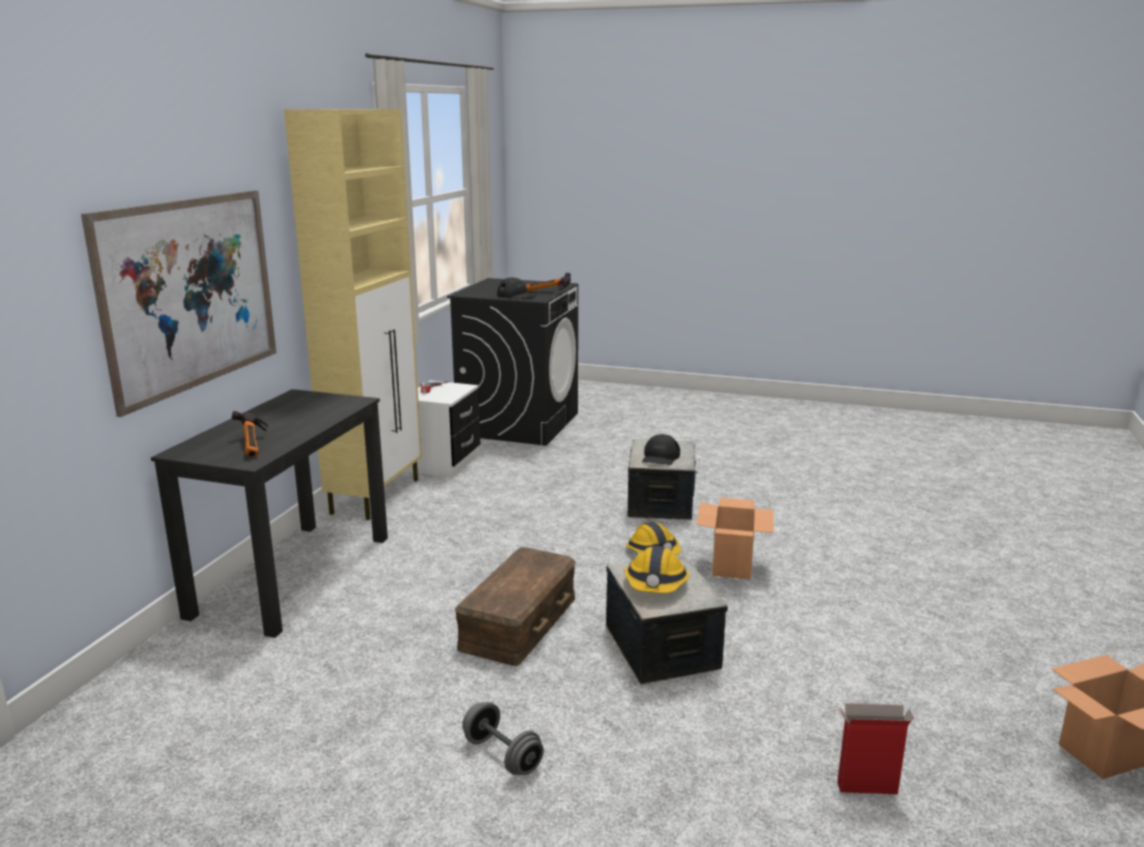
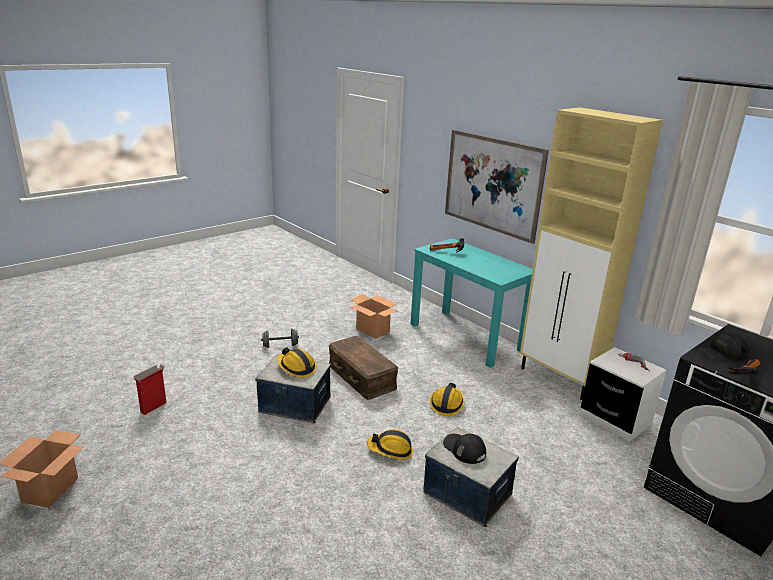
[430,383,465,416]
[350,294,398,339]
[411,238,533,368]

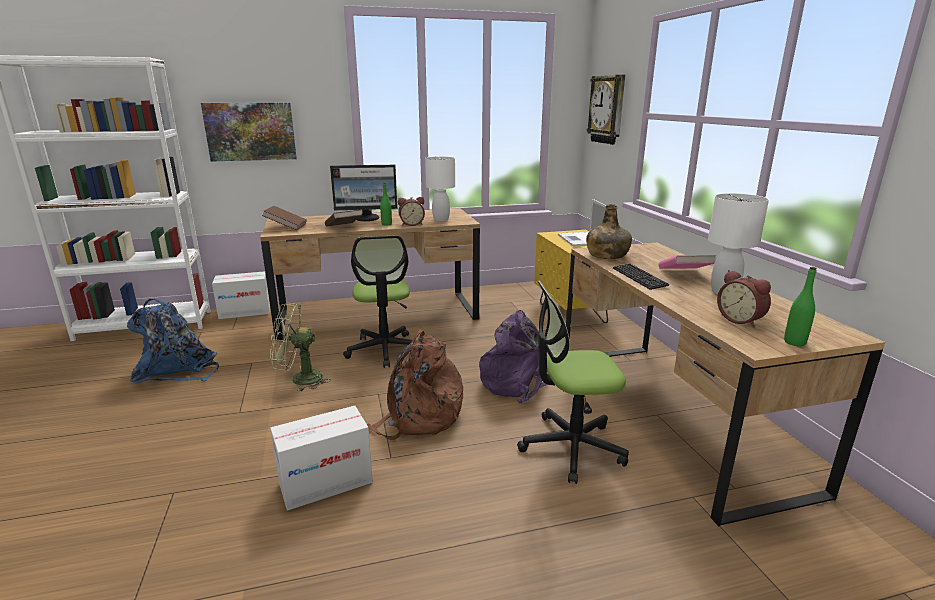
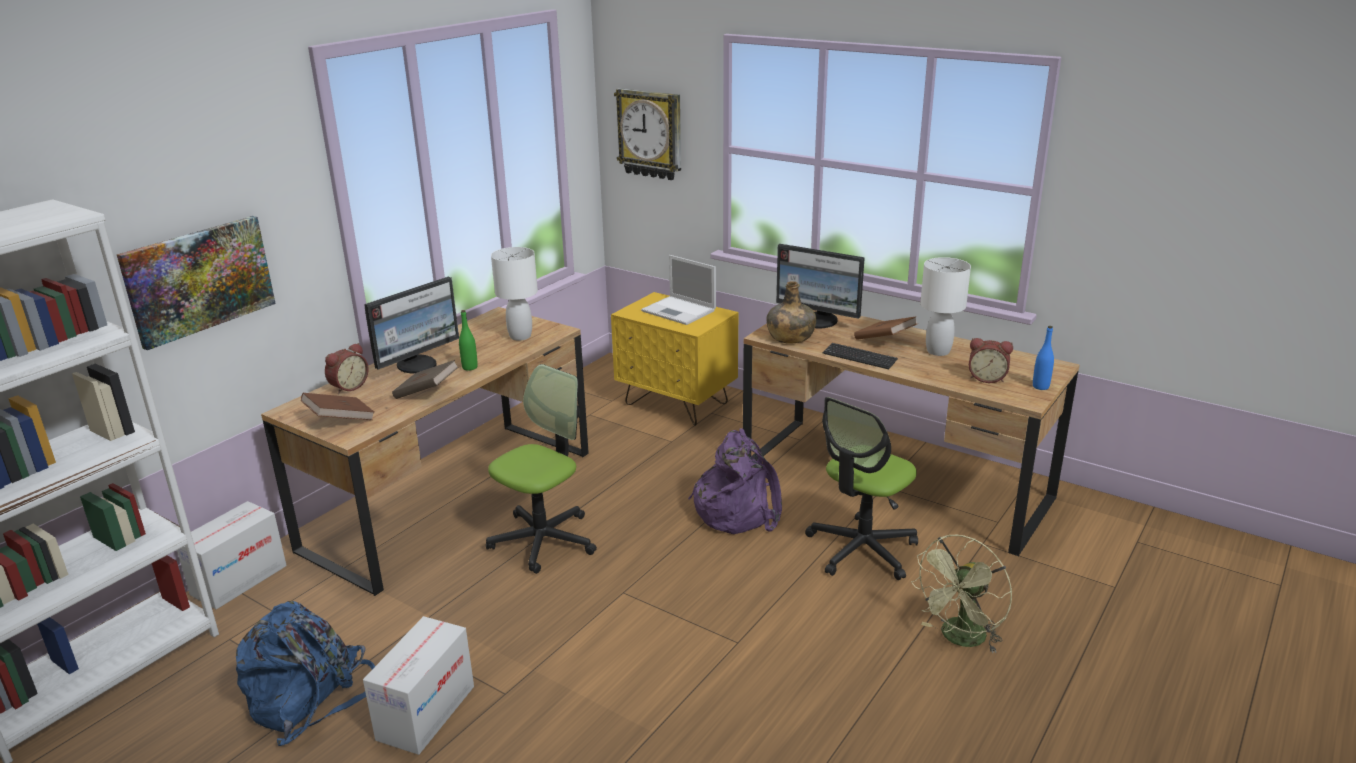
[367,329,463,440] (first image)
[776,244,865,329]
[911,535,1012,653]
[363,616,474,755]
[325,343,369,394]
[854,316,917,340]
[1033,326,1054,390]
[486,364,597,574]

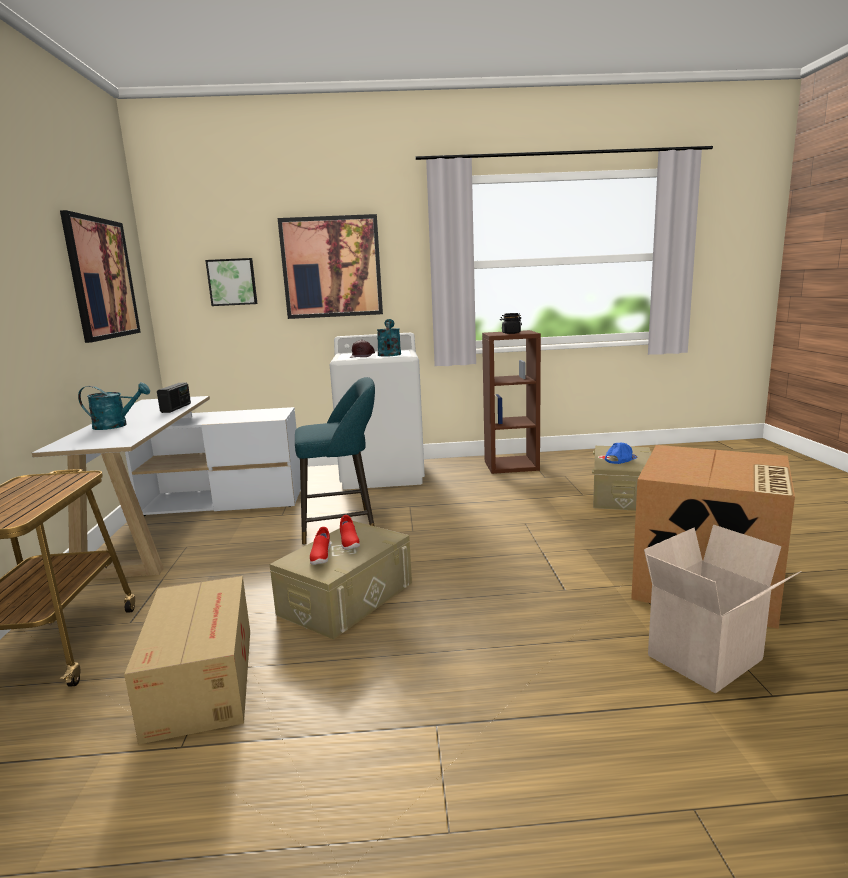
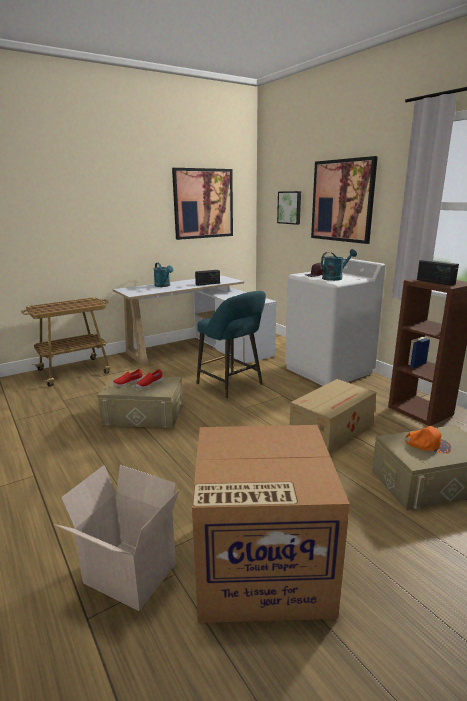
[290,379,376,454]
[417,260,459,286]
[405,426,452,454]

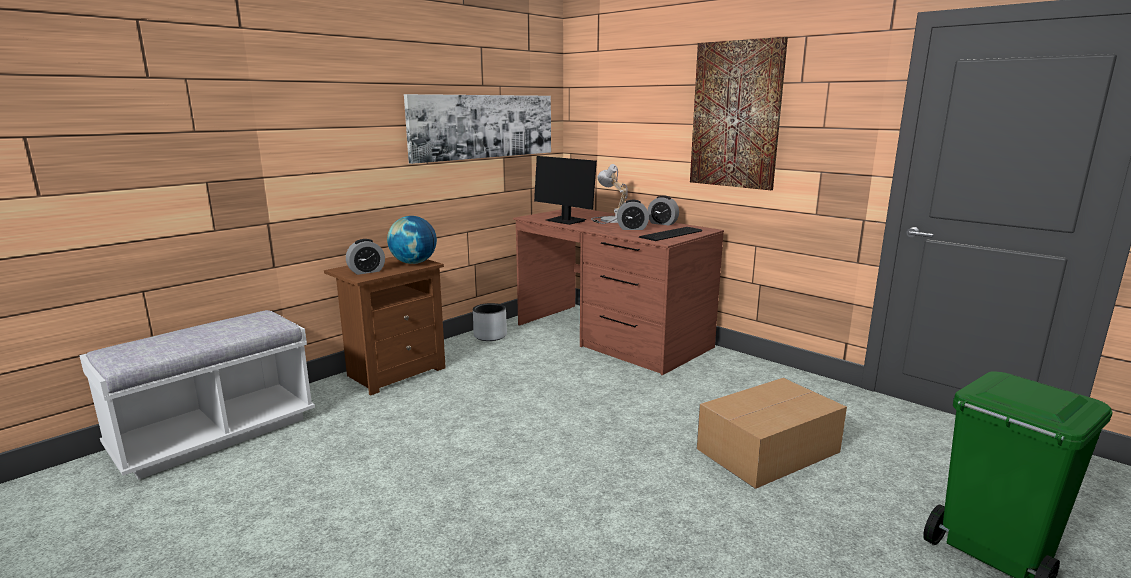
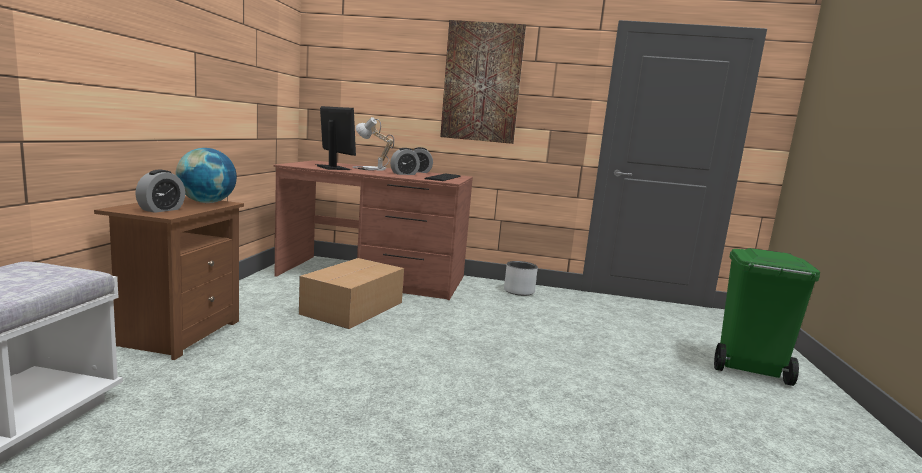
[404,94,551,164] (first image)
[504,261,538,296]
[299,258,404,329]
[316,106,356,170]

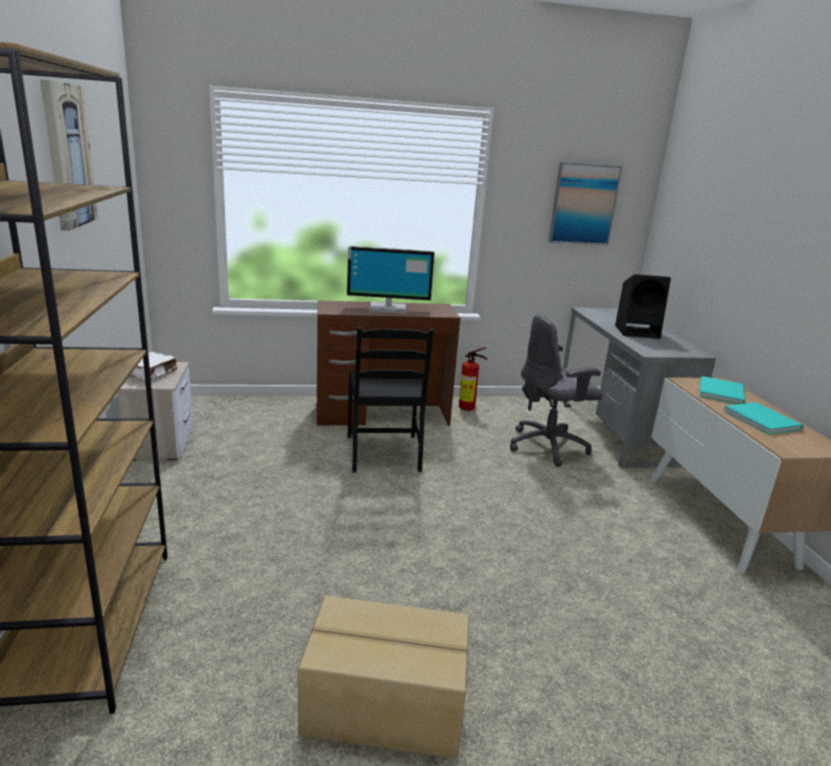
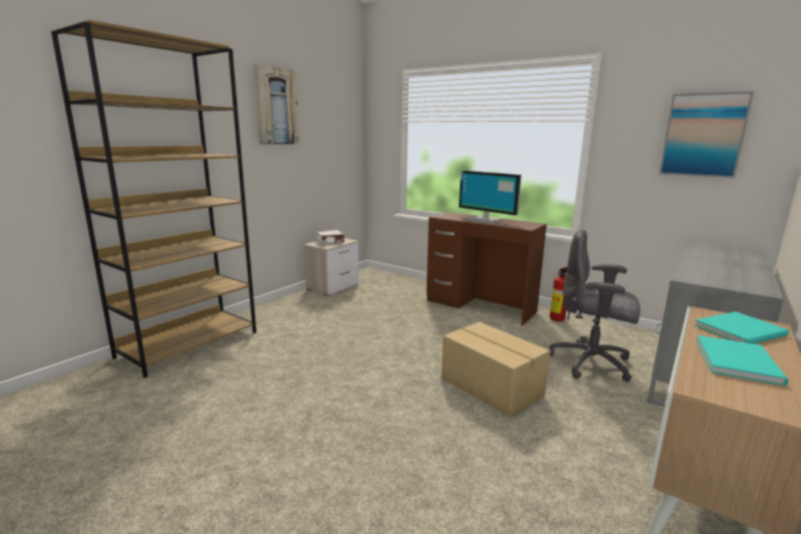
[348,327,434,473] (first image)
[615,274,671,339] (first image)
[441,322,550,417]

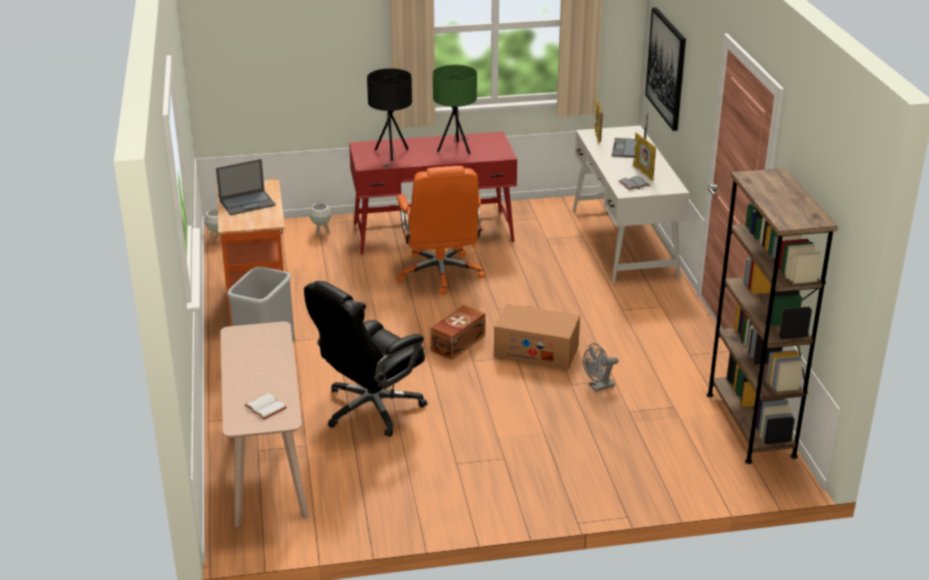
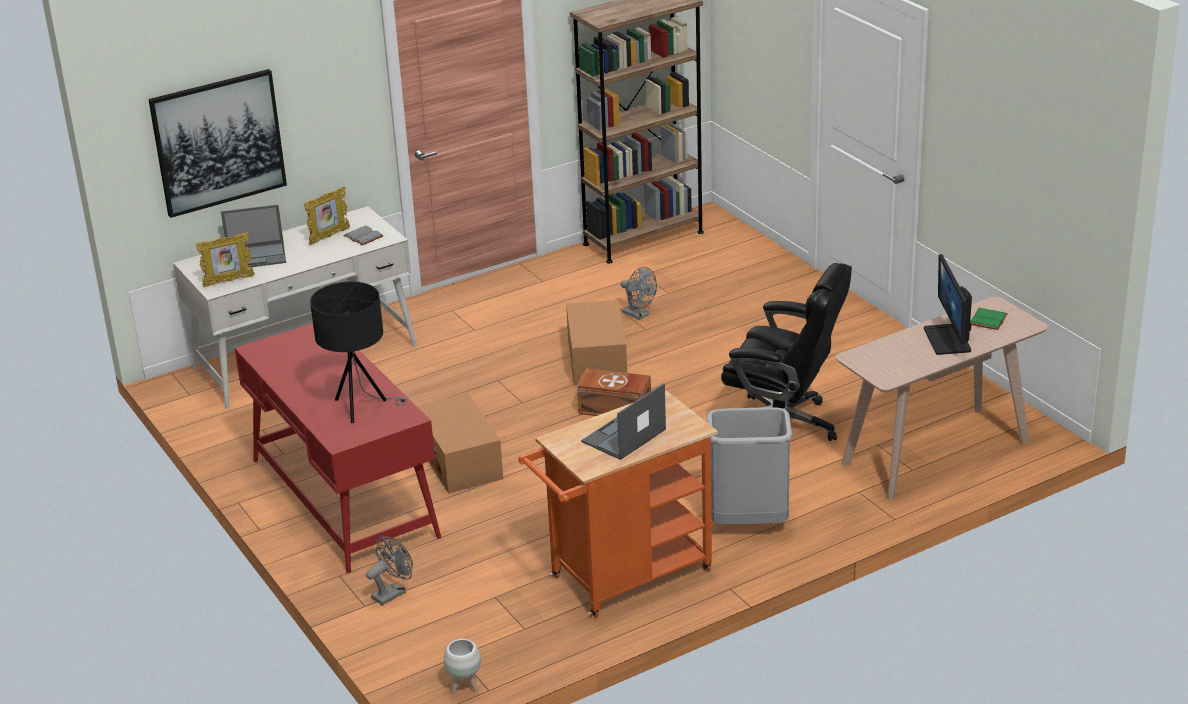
[433,65,477,154] (first image)
[924,254,972,355]
[366,535,413,605]
[417,393,503,494]
[970,308,1008,330]
[581,383,666,460]

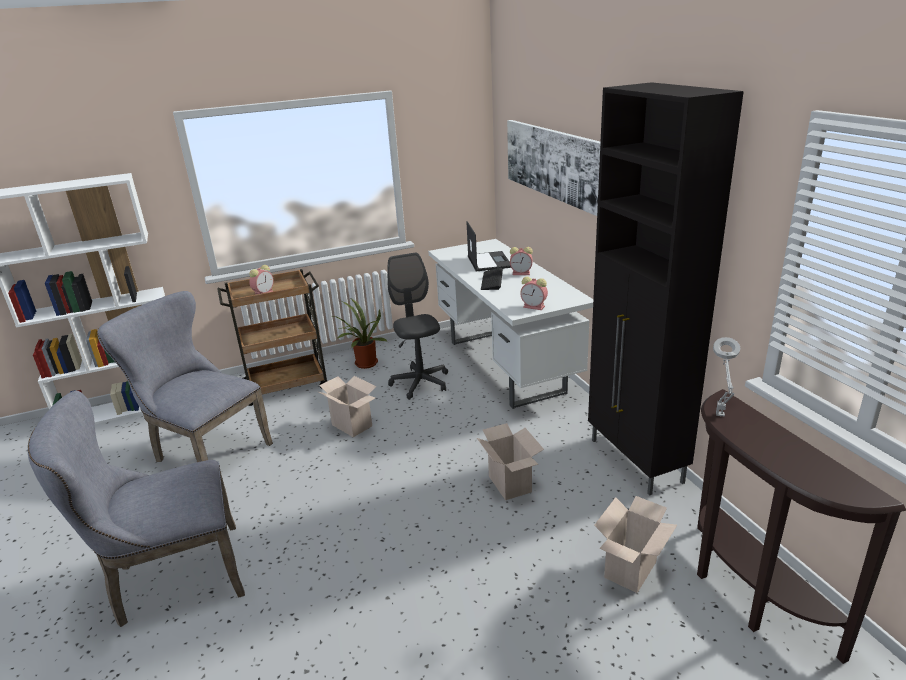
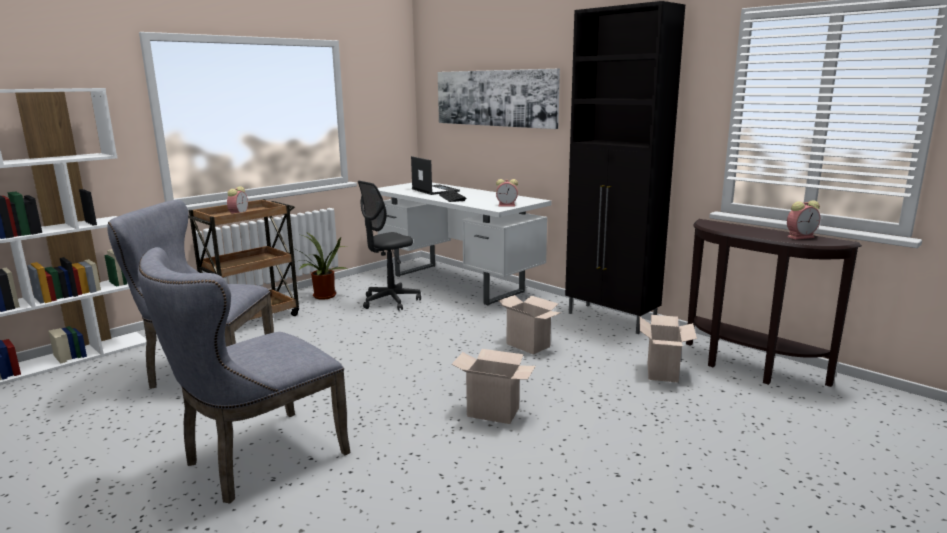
[713,337,740,417] (first image)
[452,349,536,424]
[787,200,820,240]
[358,181,421,311]

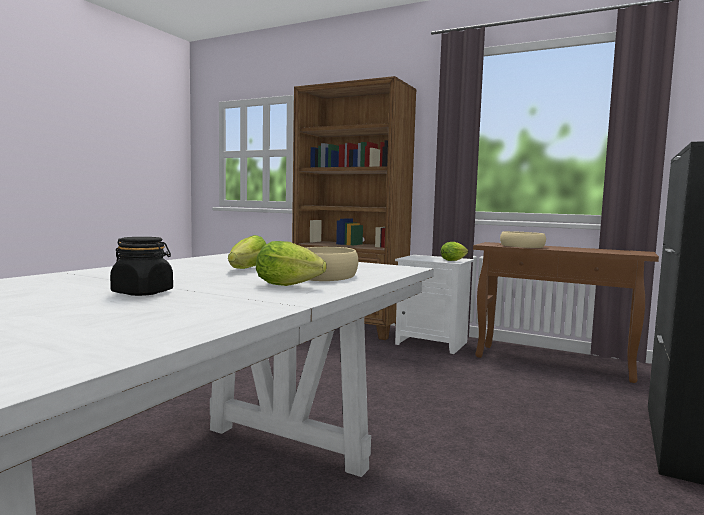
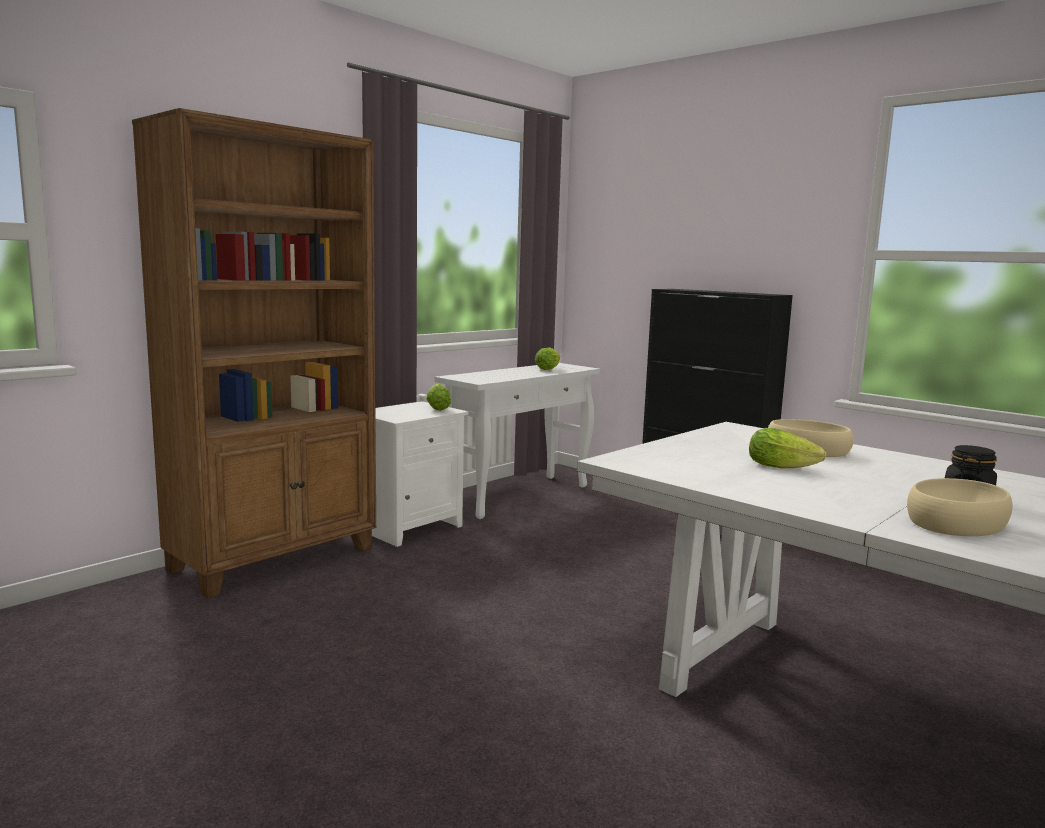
[535,347,560,370]
[907,478,1013,536]
[434,363,600,519]

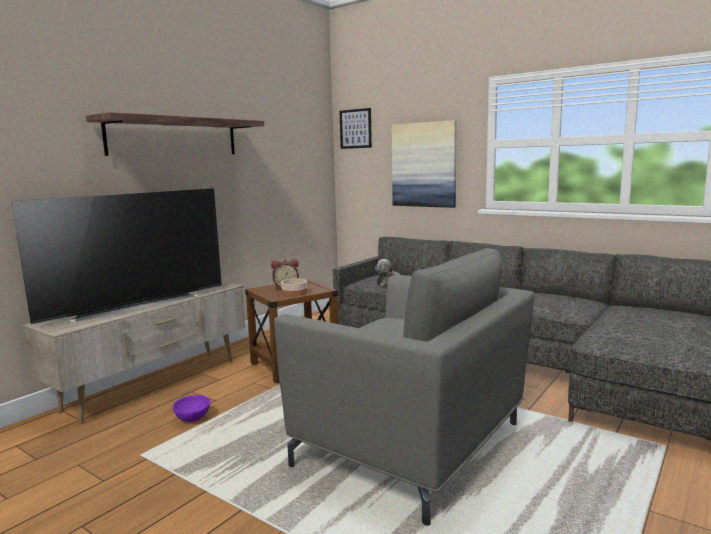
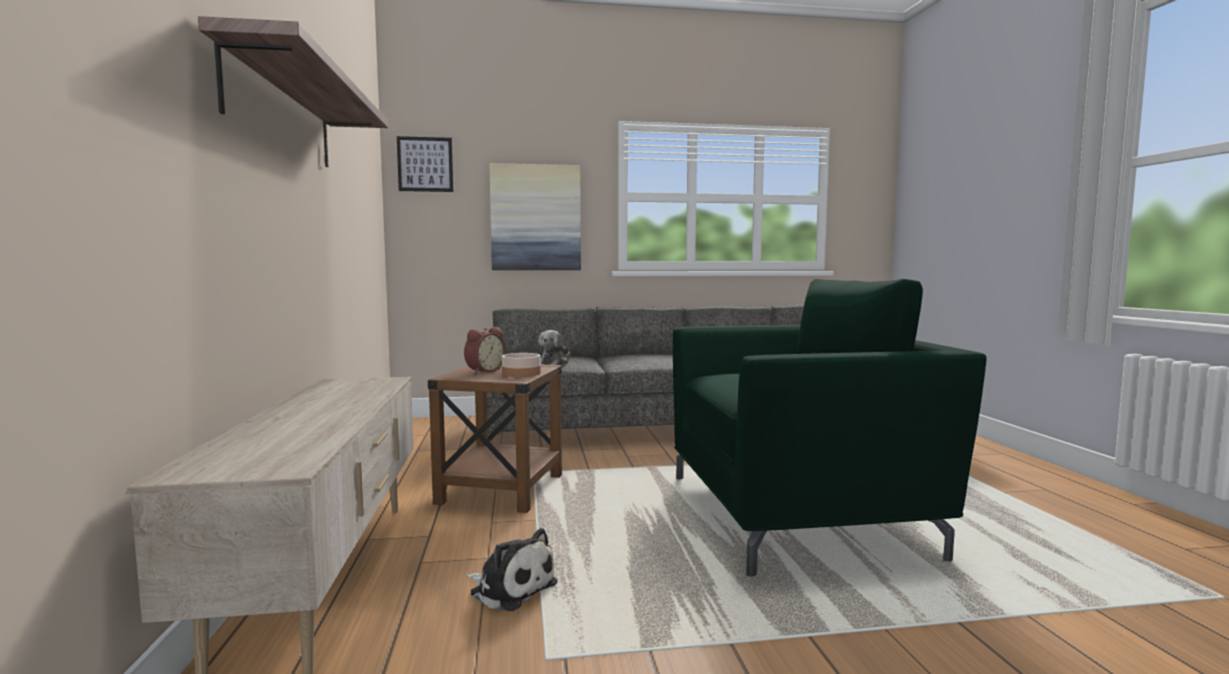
[12,188,222,325] (first image)
[466,528,557,611]
[673,279,986,576]

